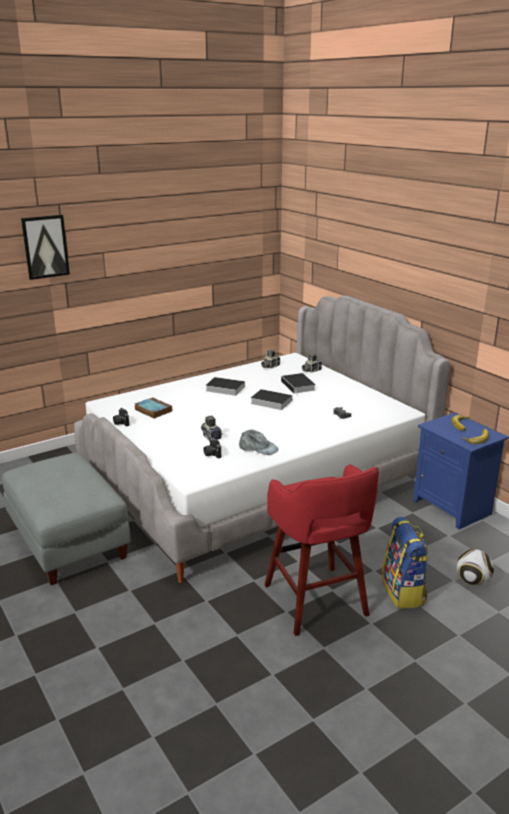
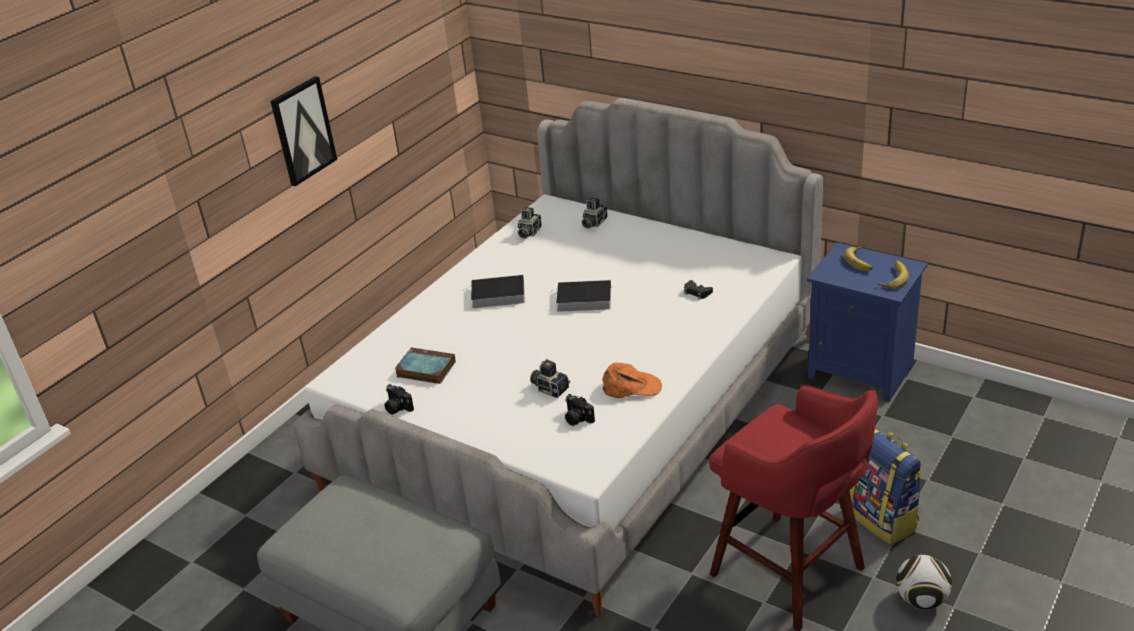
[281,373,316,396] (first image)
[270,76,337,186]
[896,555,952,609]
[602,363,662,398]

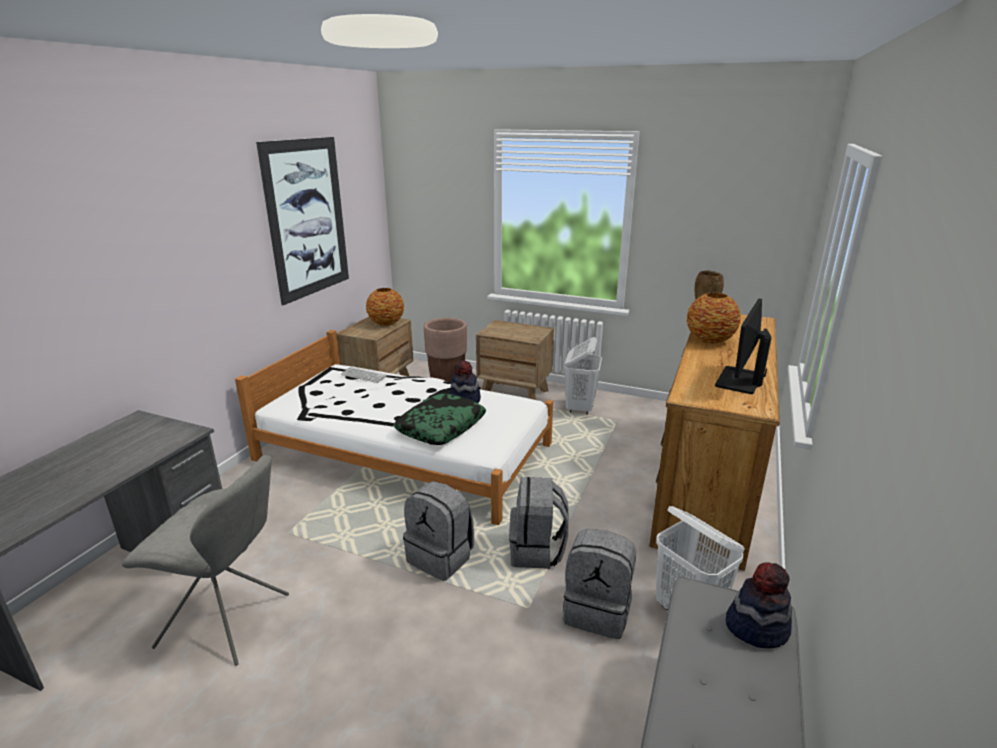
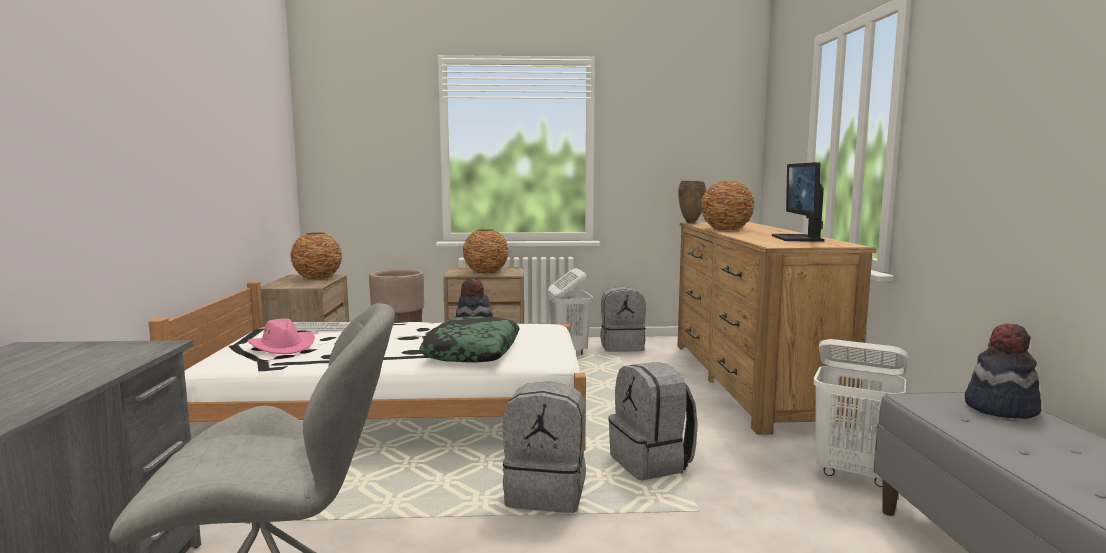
[256,137,349,305] (first image)
[247,318,315,354]
[463,229,508,273]
[600,287,646,352]

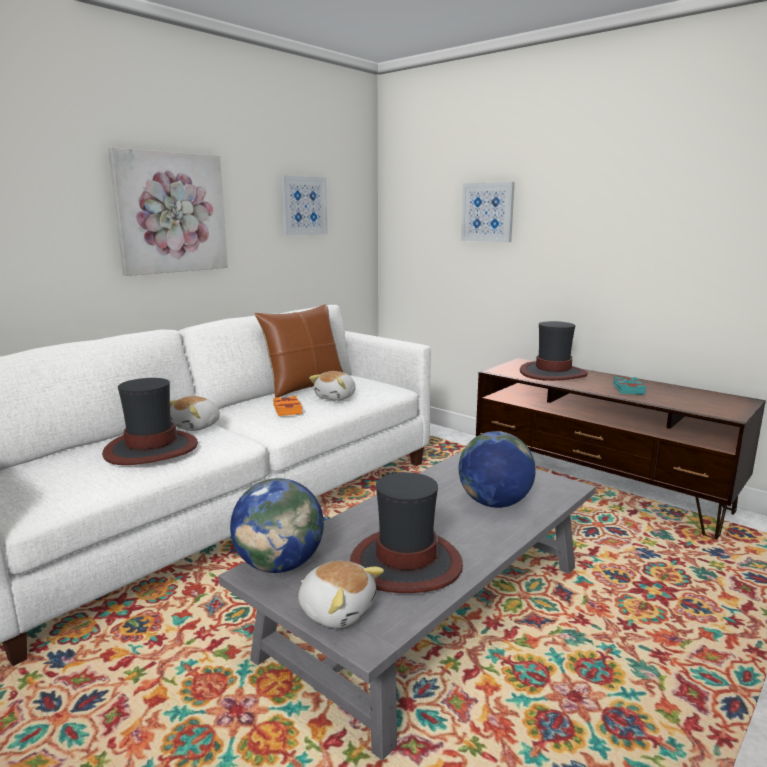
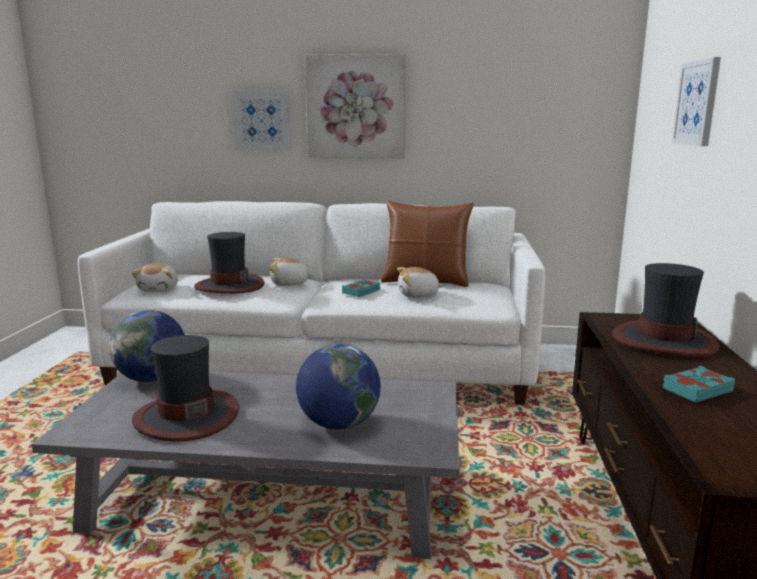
[232,91,291,150]
[131,263,178,292]
[342,279,380,297]

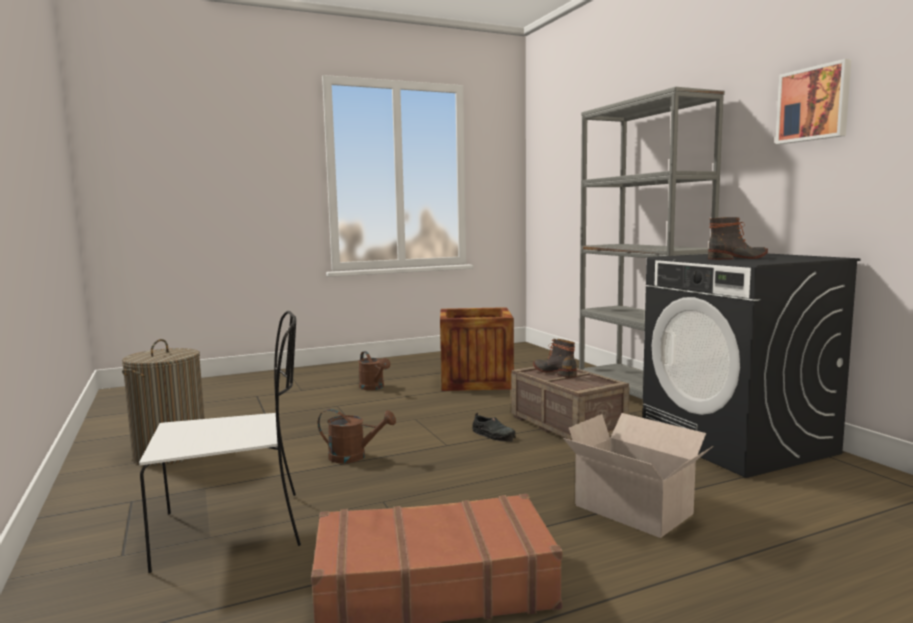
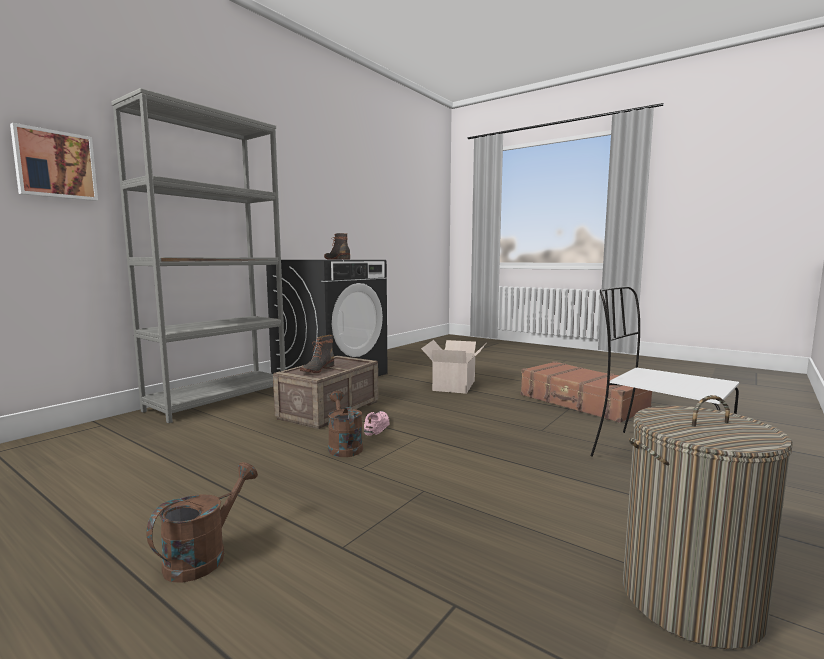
[440,307,514,391] (first image)
[328,391,363,457]
[10,123,98,201]
[364,411,390,436]

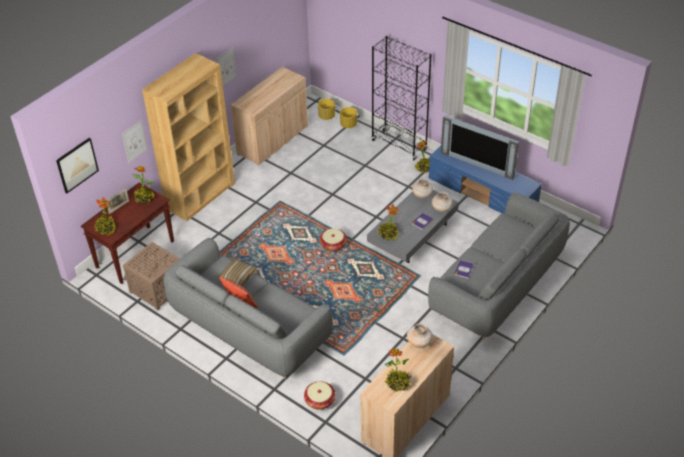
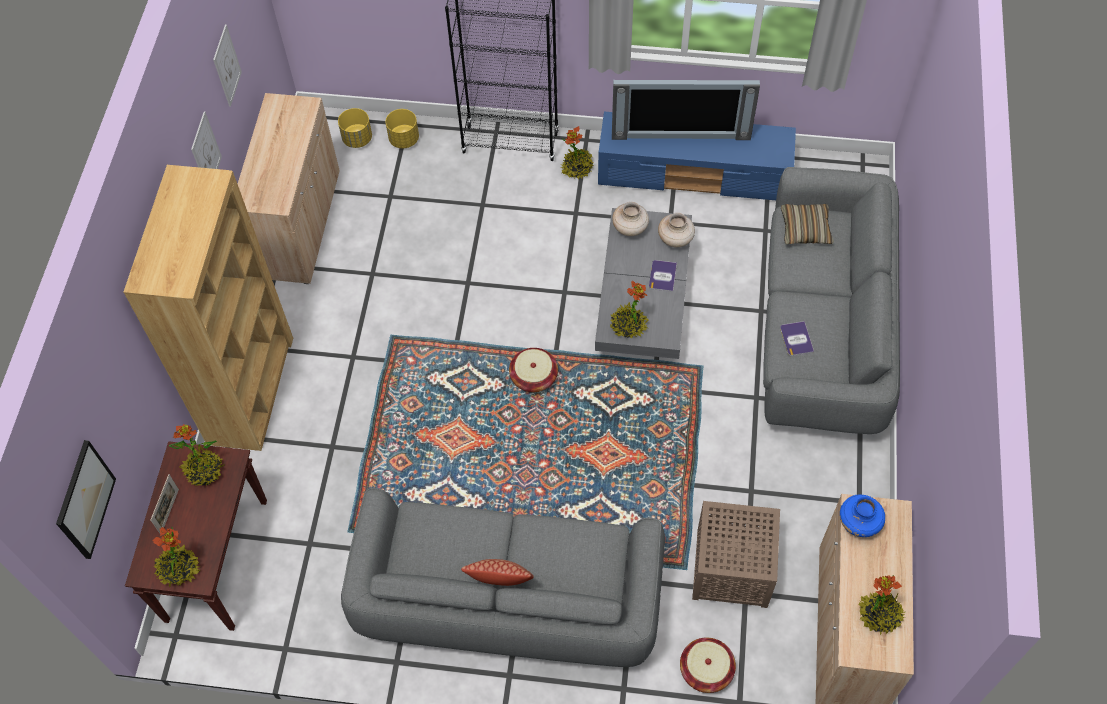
[213,24,242,107]
[692,501,780,608]
[781,204,834,244]
[840,494,885,537]

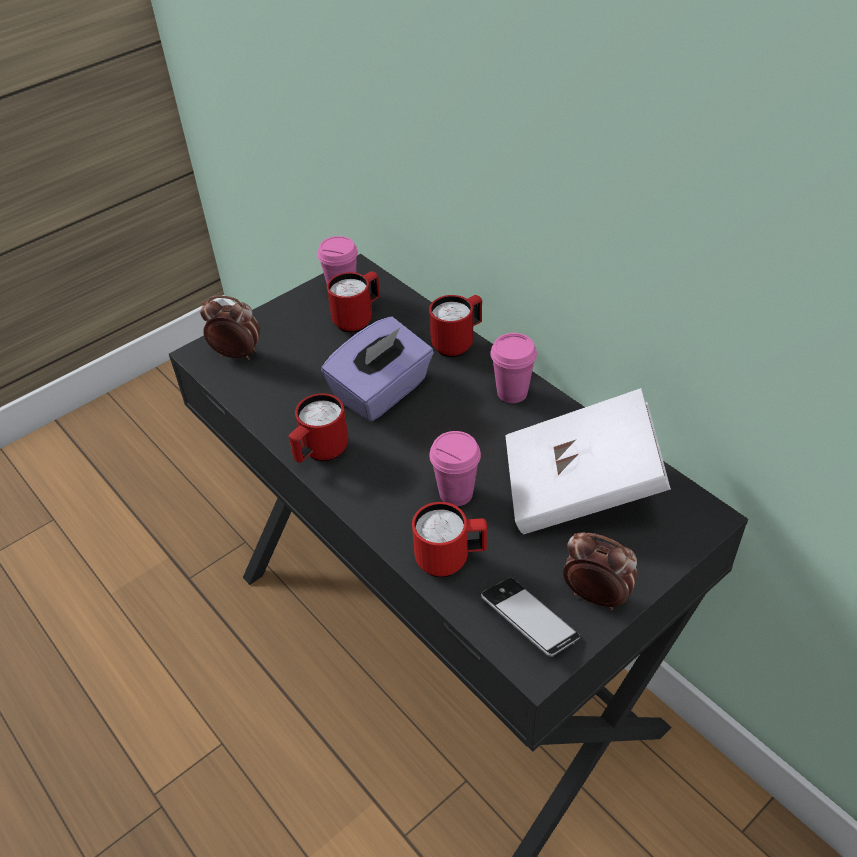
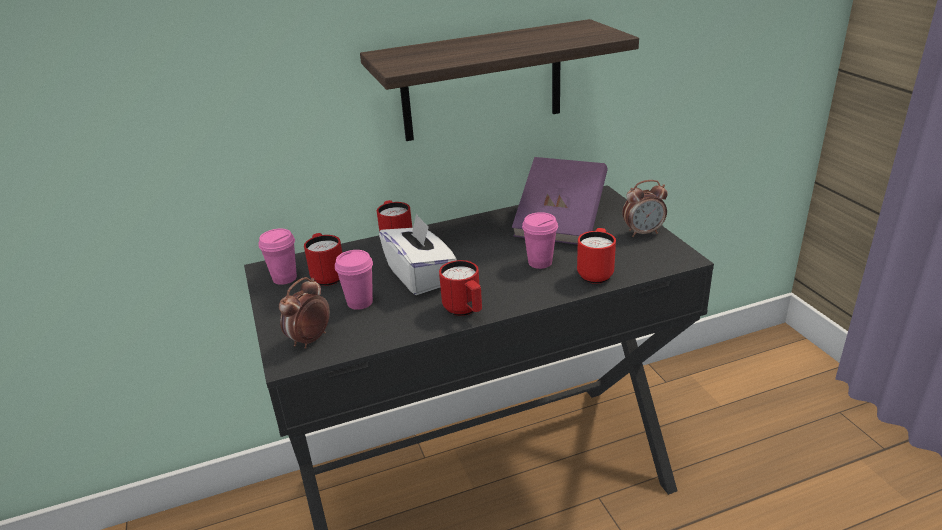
[481,578,580,657] (first image)
[360,19,639,141]
[335,250,373,310]
[379,213,457,295]
[512,157,608,245]
[622,180,668,237]

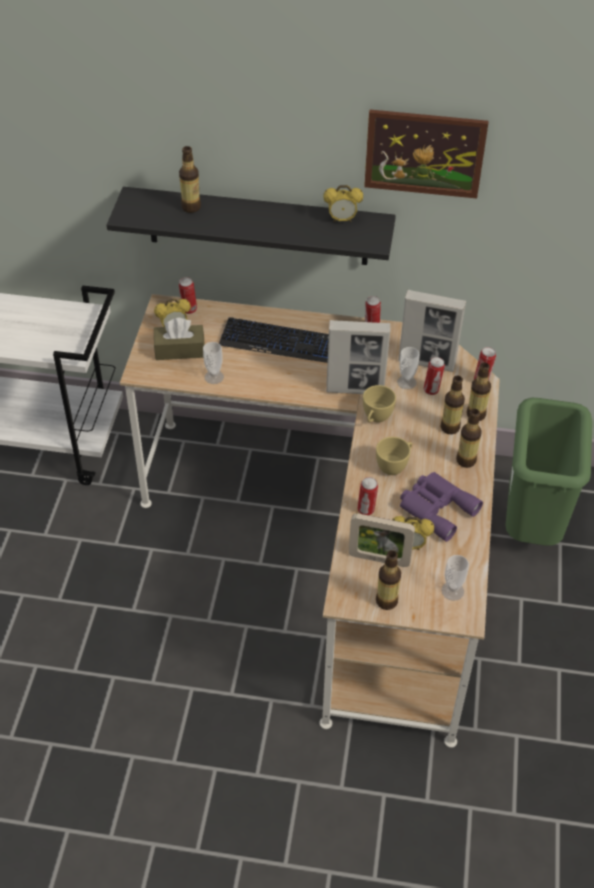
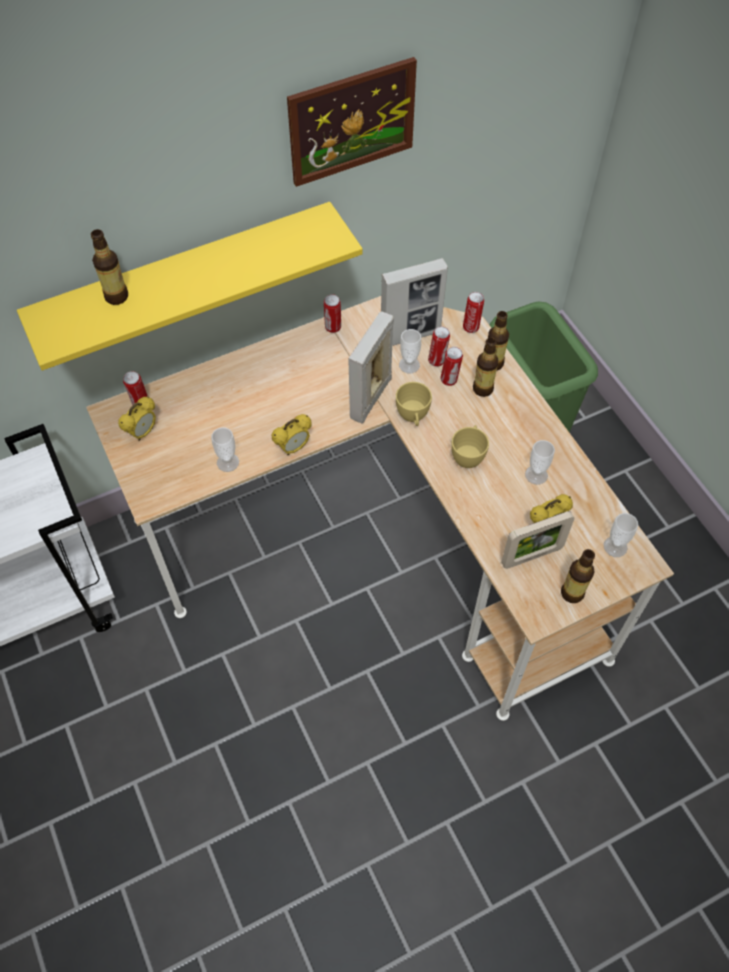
[154,318,205,360] (first image)
[219,317,329,363] (first image)
[456,409,482,468] (first image)
[272,414,312,455]
[441,347,463,386]
[525,440,555,485]
[17,202,363,371]
[349,311,394,424]

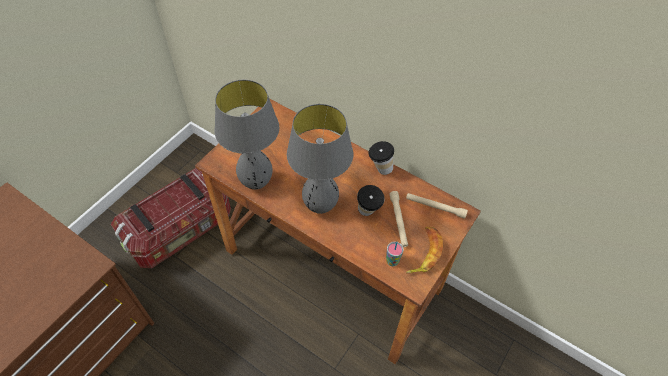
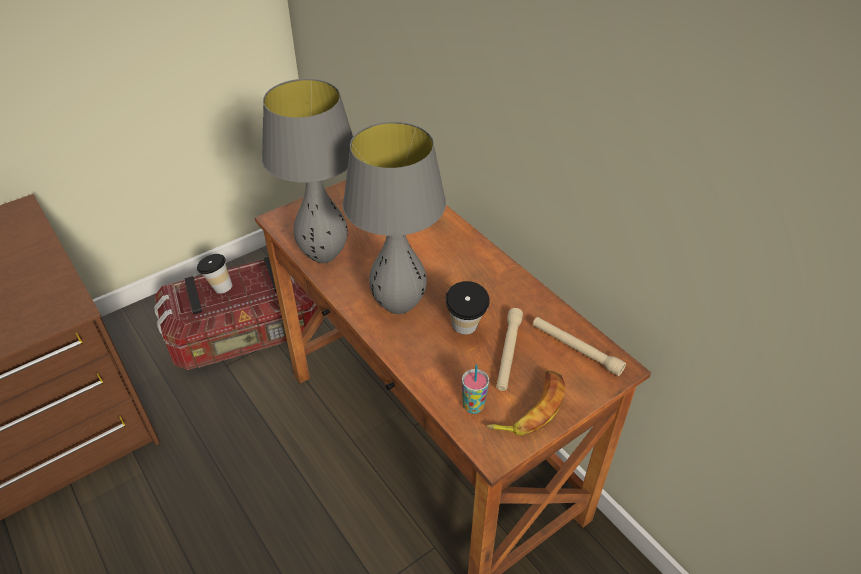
[197,254,232,294]

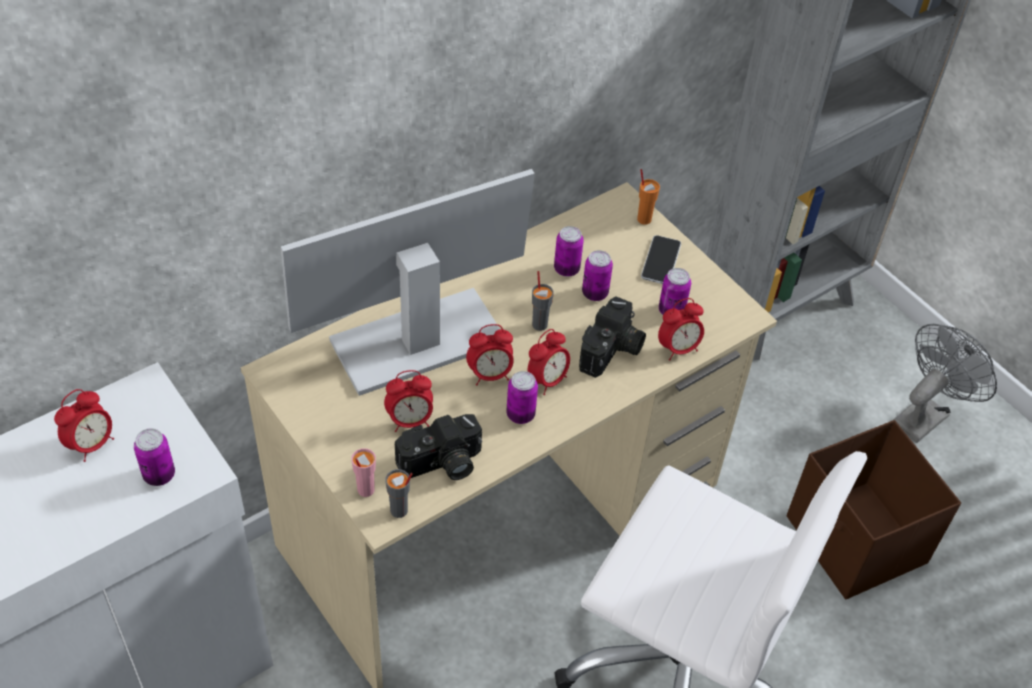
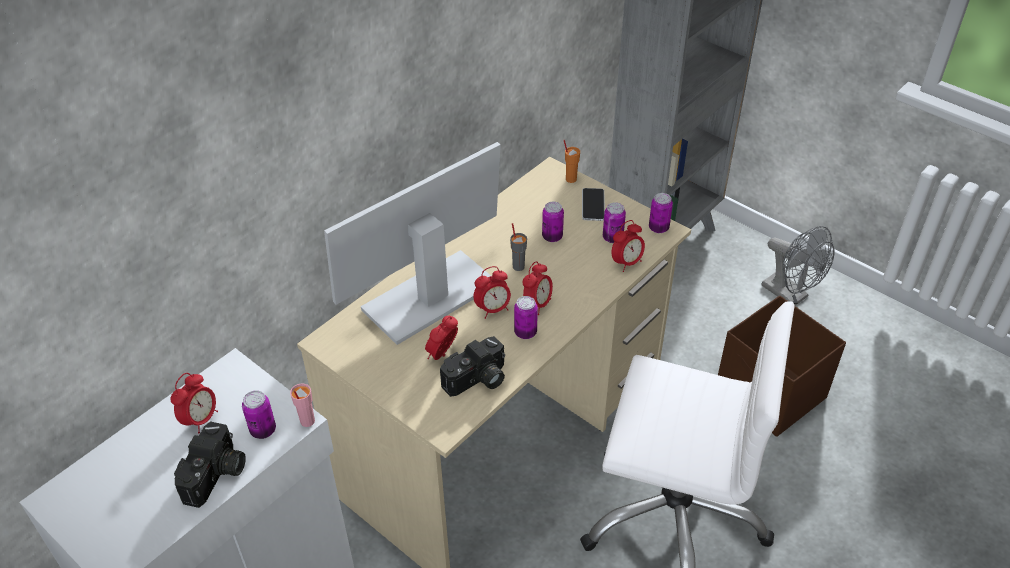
[386,469,412,518] (first image)
[290,383,315,427]
[649,193,673,233]
[174,421,246,508]
[425,316,458,360]
[762,226,835,306]

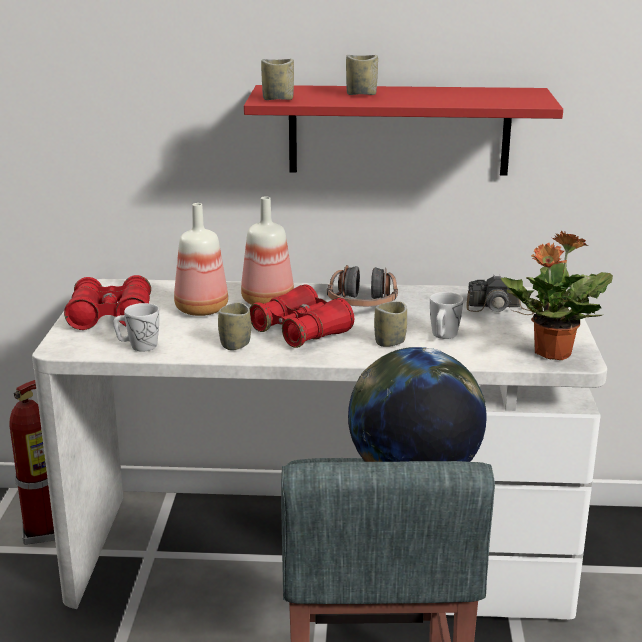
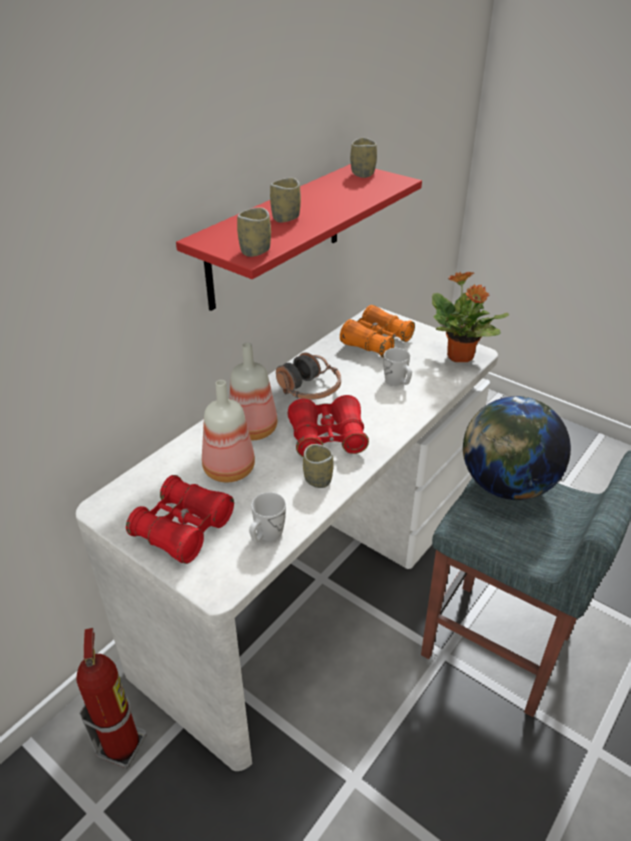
[350,138,377,178]
[340,305,415,358]

